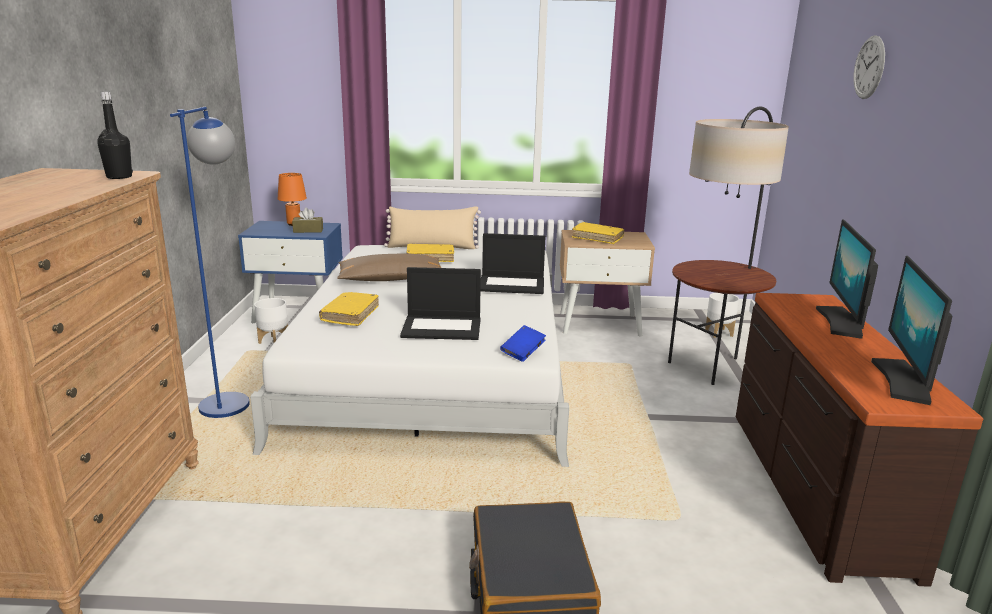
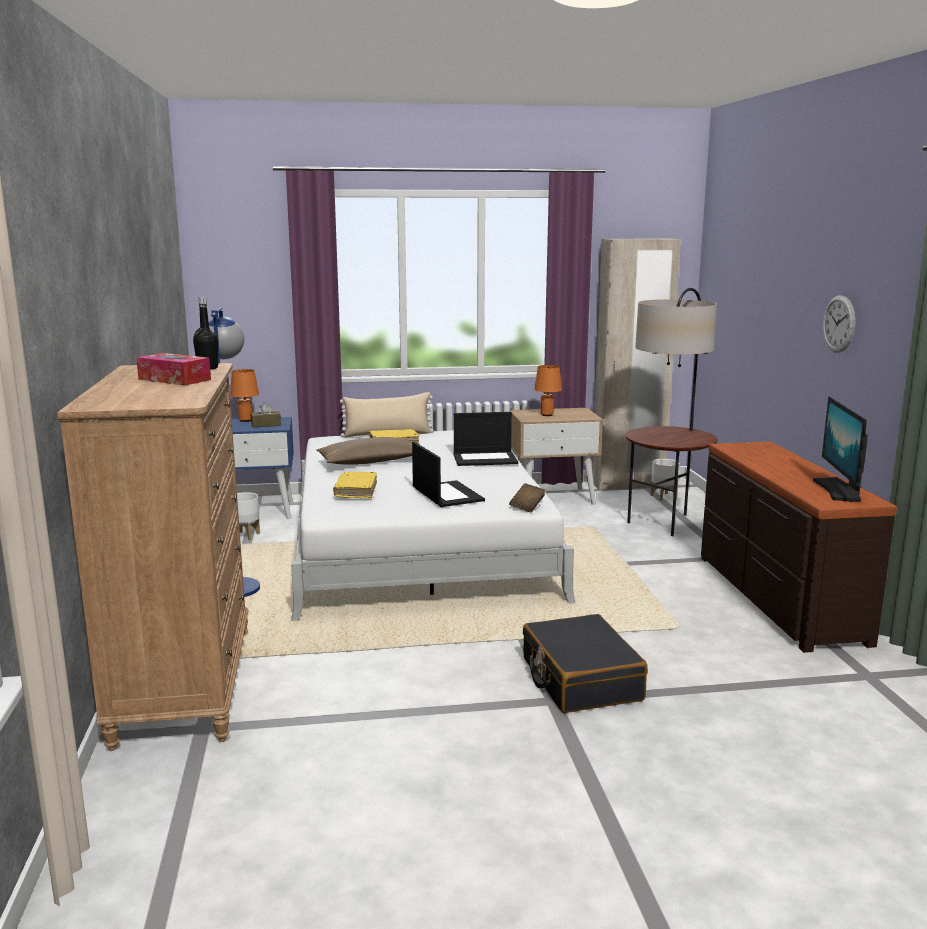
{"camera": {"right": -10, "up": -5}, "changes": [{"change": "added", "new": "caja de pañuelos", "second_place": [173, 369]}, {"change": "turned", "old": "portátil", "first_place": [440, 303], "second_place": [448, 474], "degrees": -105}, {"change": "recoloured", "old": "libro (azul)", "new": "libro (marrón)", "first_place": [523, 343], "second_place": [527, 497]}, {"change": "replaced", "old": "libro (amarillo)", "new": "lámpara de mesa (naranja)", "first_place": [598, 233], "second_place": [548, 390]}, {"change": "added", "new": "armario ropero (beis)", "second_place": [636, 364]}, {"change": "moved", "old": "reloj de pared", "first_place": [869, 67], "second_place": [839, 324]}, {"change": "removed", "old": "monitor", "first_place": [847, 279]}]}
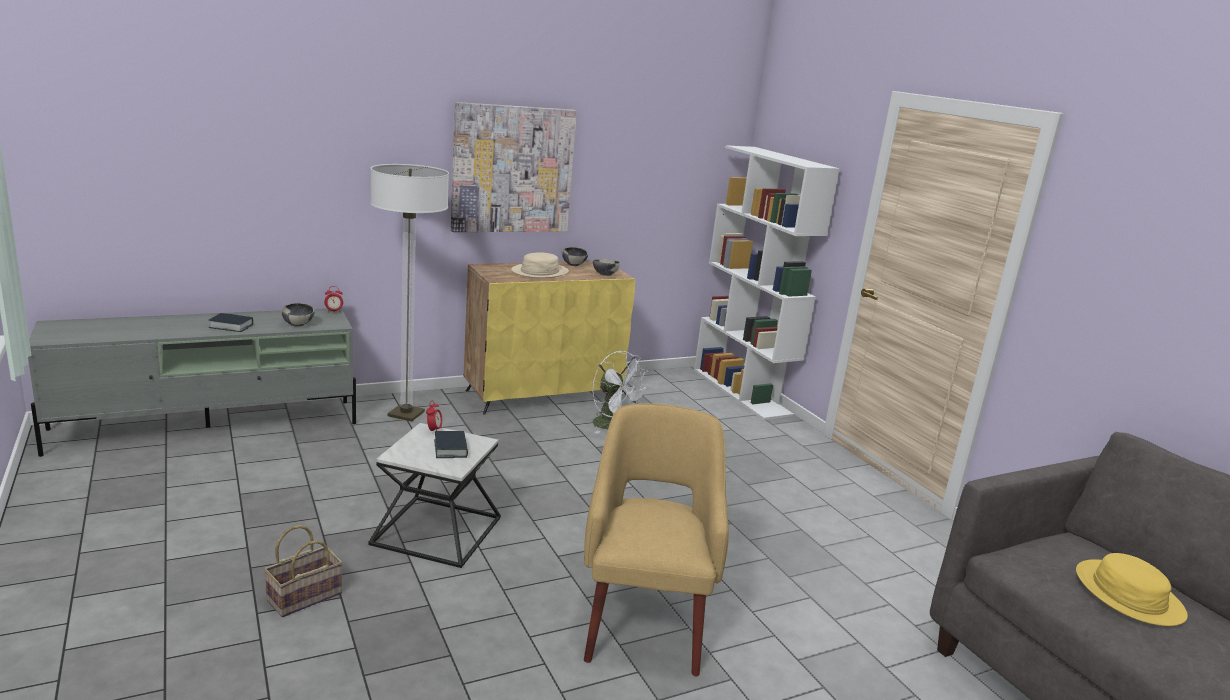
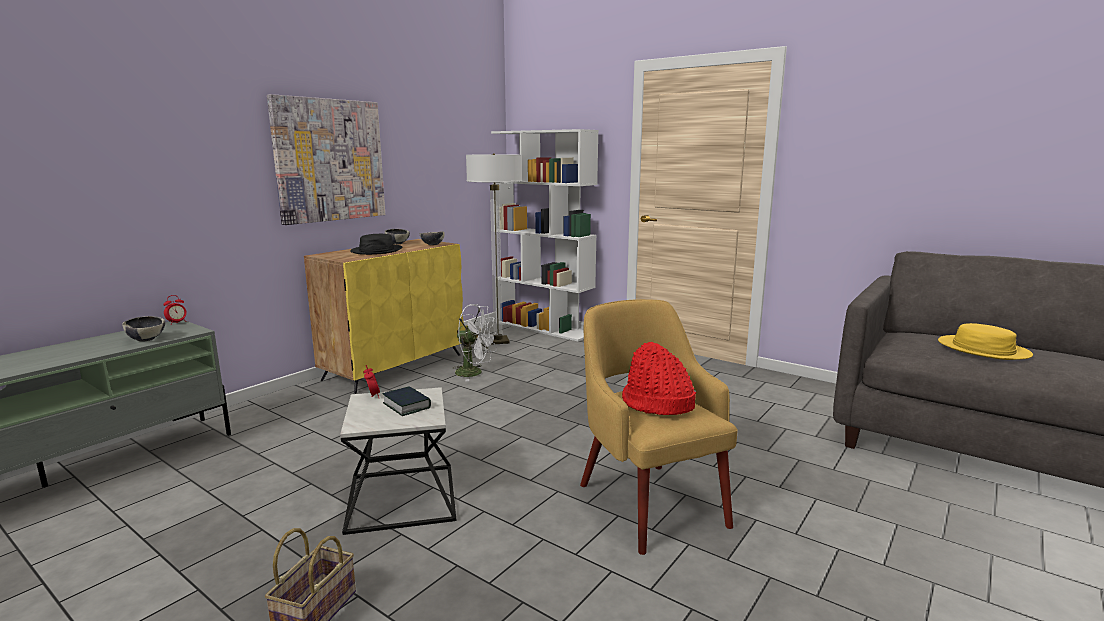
{"camera": {"right": -25, "up": -5}, "changes": [{"change": "recoloured", "old": "sombrero (beis)", "new": "sombrero (negro)", "first_place": [540, 265], "second_place": [376, 244]}, {"change": "moved", "old": "lámpara de pie", "first_place": [409, 293], "second_place": [494, 249]}, {"change": "added", "new": "sombrero (rojo)", "second_place": [659, 378]}, {"change": "removed", "old": "libro", "first_place": [231, 322]}]}
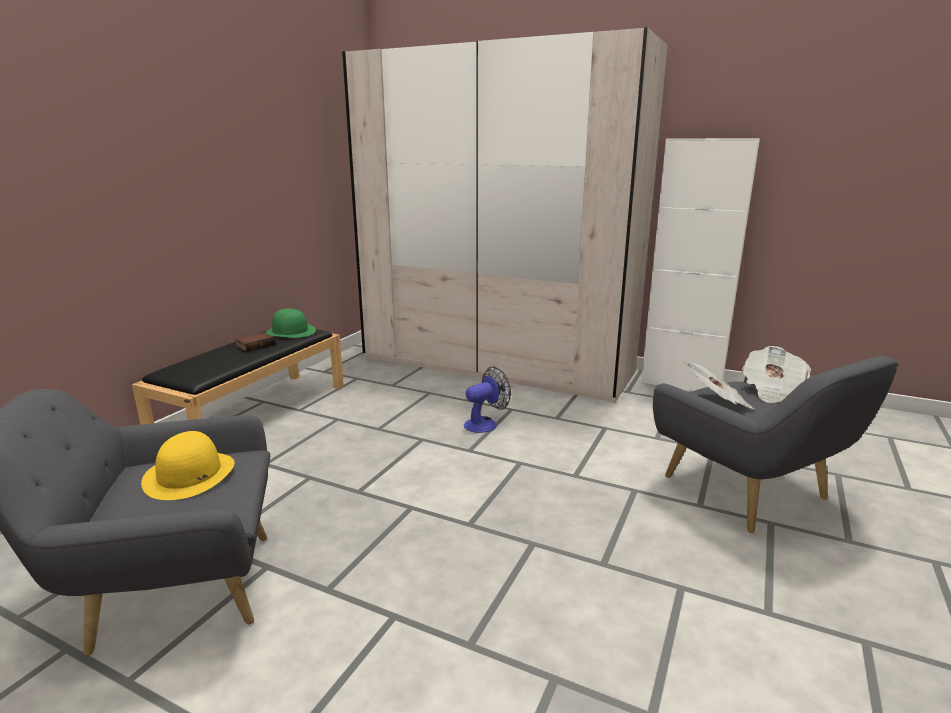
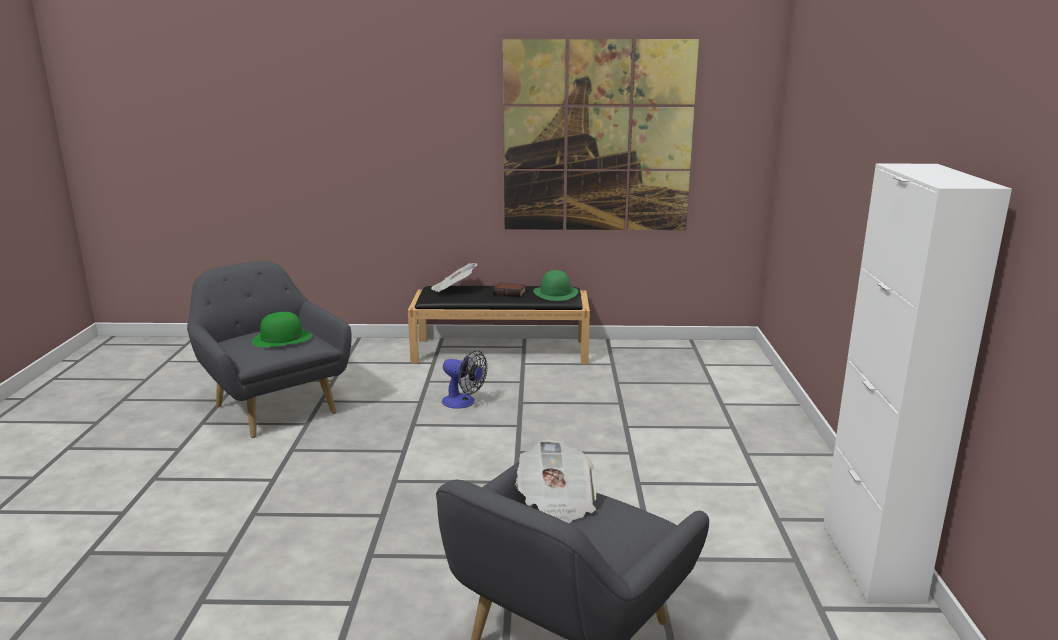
{"camera": {"right": 65, "up": 0}, "changes": [{"change": "recoloured", "old": "sombrero (amarillo)", "new": "sombrero (verde)", "first_place": [188, 465], "second_place": [282, 329]}, {"change": "moved", "old": "periódico", "first_place": [776, 374], "second_place": [454, 278]}, {"change": "moved", "old": "ventilador", "first_place": [487, 399], "second_place": [464, 379]}, {"change": "added", "new": "cuadro", "second_place": [601, 134]}, {"change": "removed", "old": "armario ropero (beis)", "first_place": [505, 215]}]}
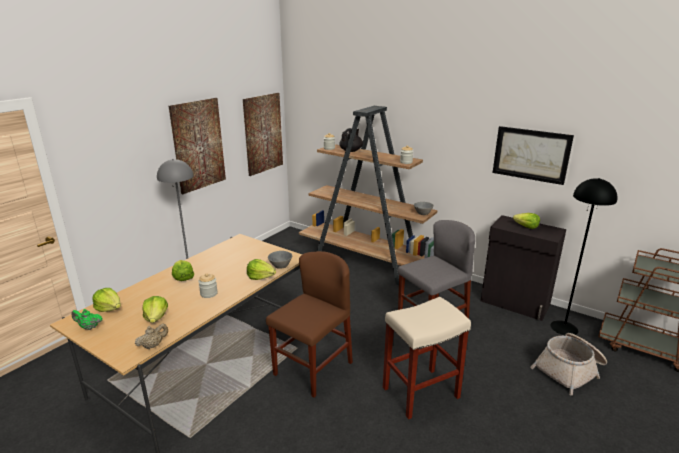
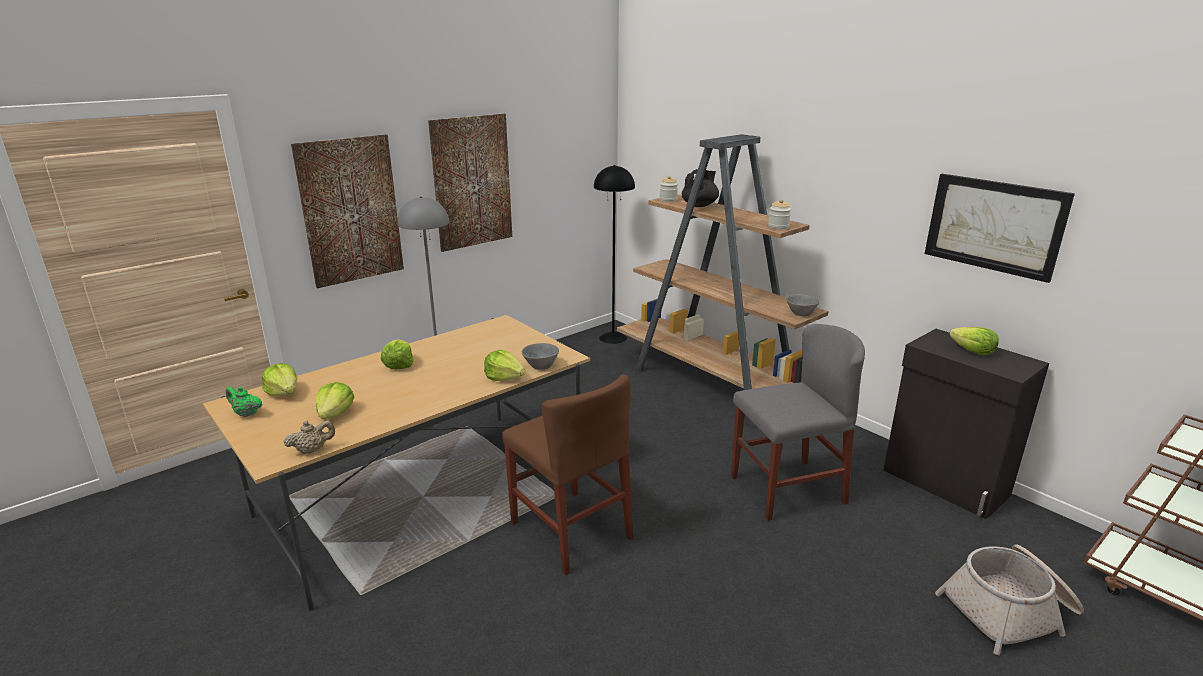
{"camera": {"right": 15, "up": 0}, "changes": [{"change": "moved", "old": "cuadro", "first_place": [263, 134], "second_place": [347, 211]}, {"change": "turned", "old": "silla (marrón)", "first_place": [309, 324], "second_place": [567, 474], "degrees": 90}, {"change": "moved", "old": "lámpara de pie (negro)", "first_place": [584, 256], "second_place": [614, 254]}, {"change": "removed", "old": "tarro", "first_place": [208, 285]}, {"change": "removed", "old": "taburete (beis)", "first_place": [427, 358]}]}
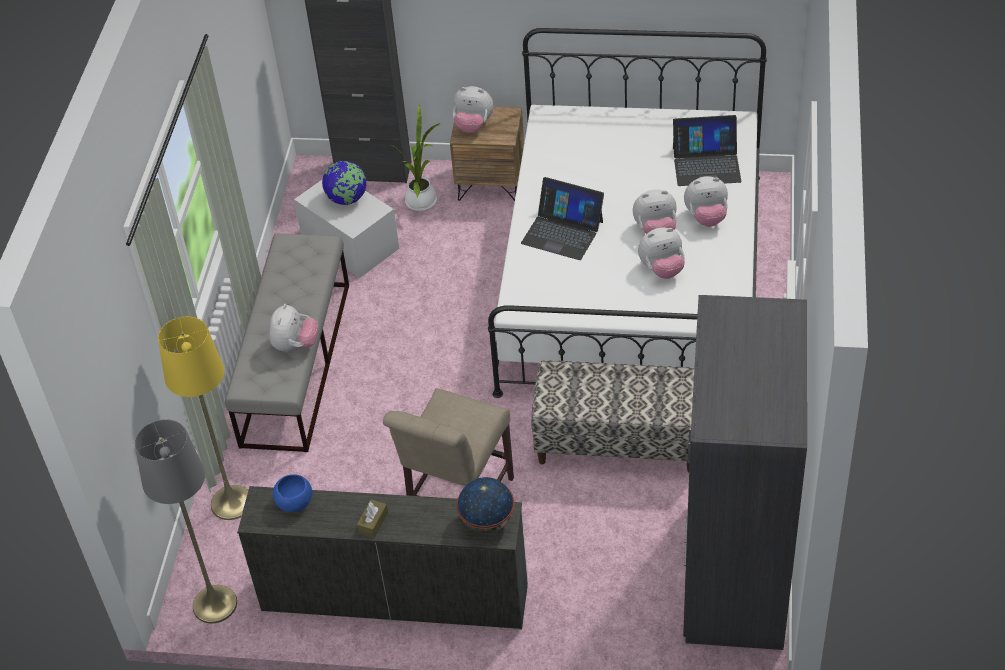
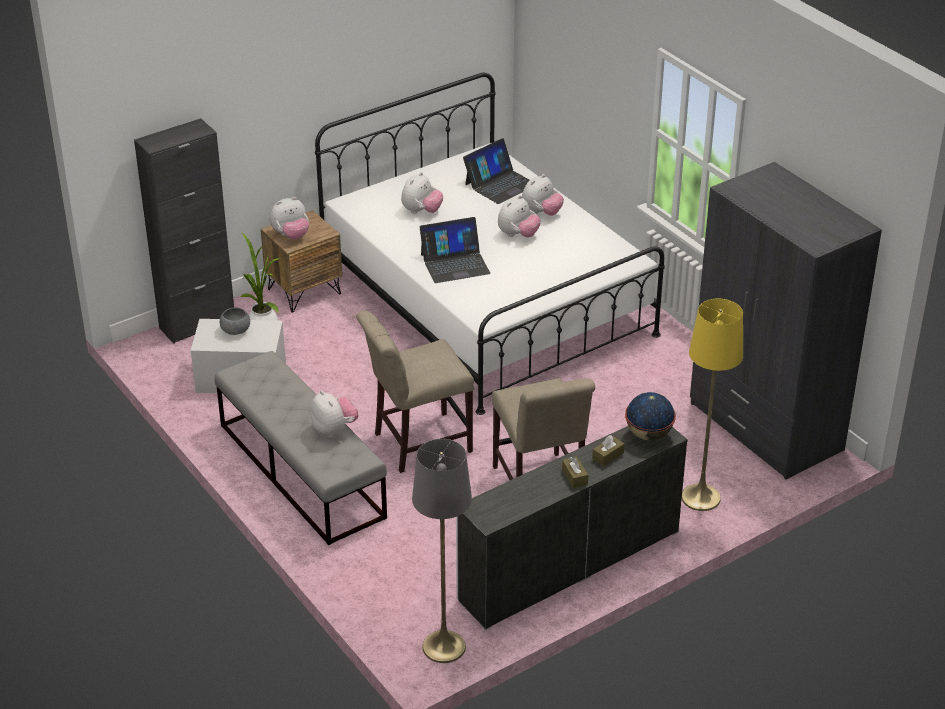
{"camera": {"right": -45, "up": -10}, "changes": [{"change": "replaced", "old": "globo terráqueo", "new": "cuenco (gris)", "first_place": [344, 183], "second_place": [235, 321]}, {"change": "added", "new": "silla (beis)", "second_place": [415, 392]}, {"change": "moved", "old": "peluche", "first_place": [661, 253], "second_place": [422, 193]}, {"change": "added", "new": "caja de pañuelos (marrón)", "second_place": [608, 450]}, {"change": "moved", "old": "lámpara de pie (amarillo)", "first_place": [203, 418], "second_place": [712, 404]}, {"change": "removed", "old": "cuenco (azul)", "first_place": [292, 493]}, {"change": "removed", "old": "banco", "first_place": [612, 416]}]}
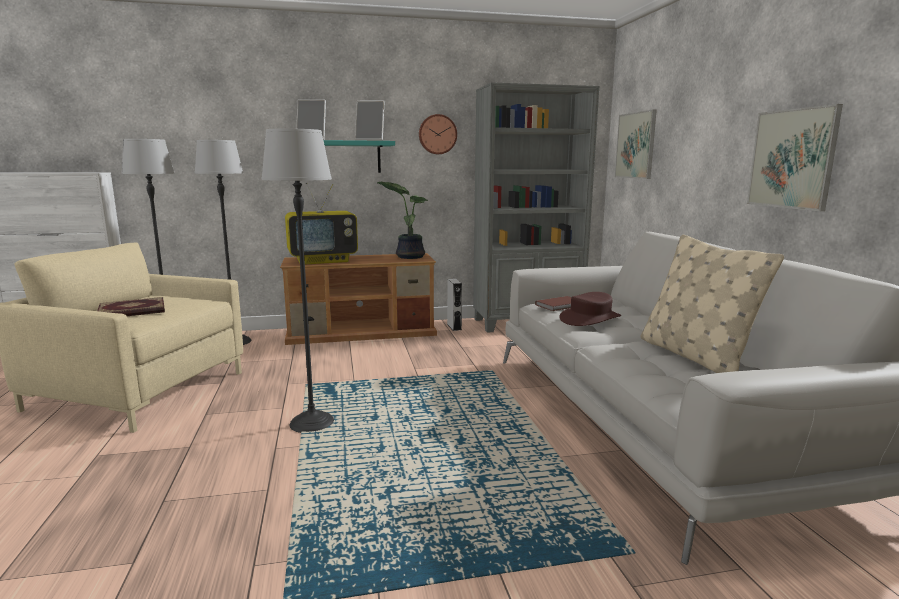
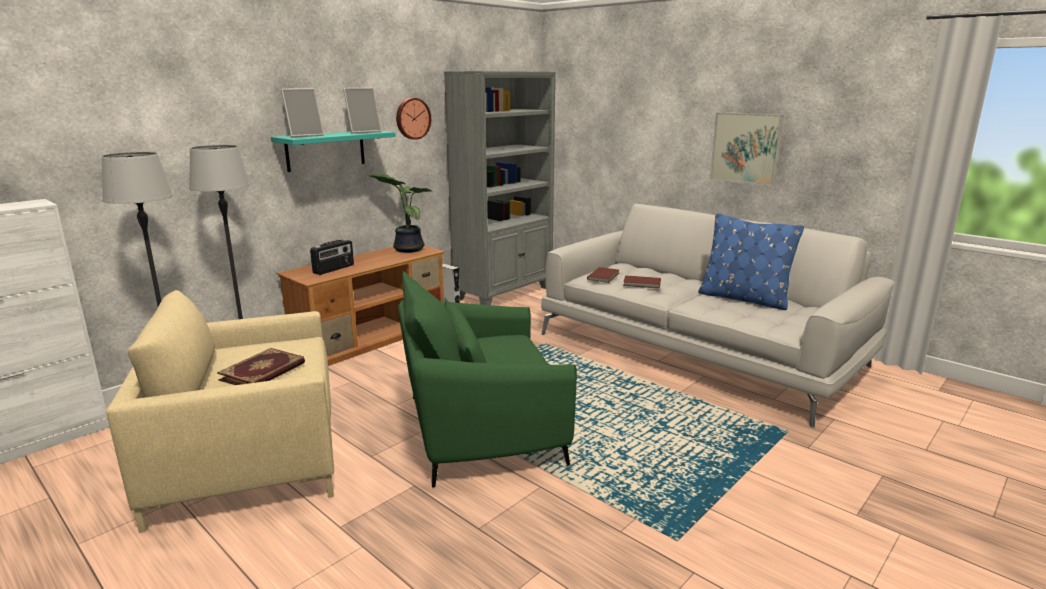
{"camera": {"right": -35, "up": 5}, "changes": [{"change": "replaced", "old": "televisor", "new": "radio", "first_place": [321, 223], "second_place": [332, 257]}, {"change": "replaced", "old": "lámpara de pie", "new": "sillón (verde)", "first_place": [297, 280], "second_place": [487, 379]}, {"change": "replaced", "old": "sombrero (marrón)", "new": "libro (marrón)", "first_place": [590, 309], "second_place": [642, 282]}, {"change": "recoloured", "old": "cojín (beis)", "new": "cojín (azul)", "first_place": [712, 304], "second_place": [751, 261]}, {"change": "removed", "old": "cuadro", "first_place": [636, 144]}]}
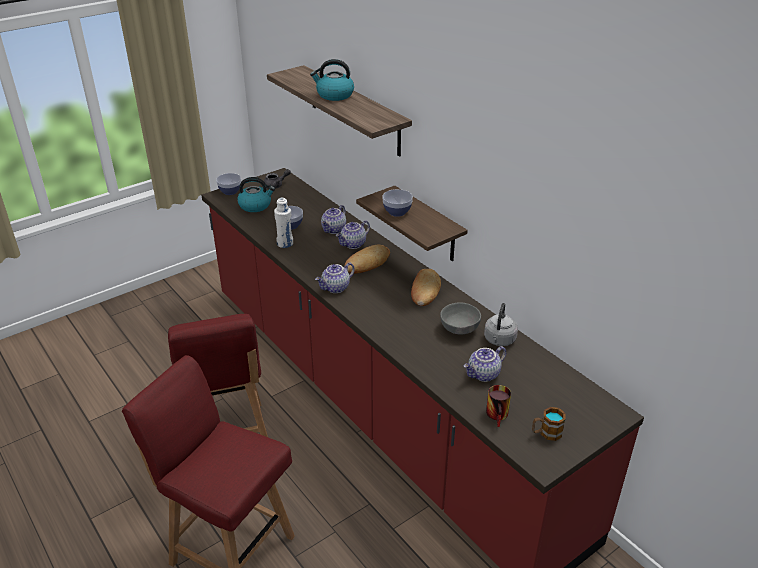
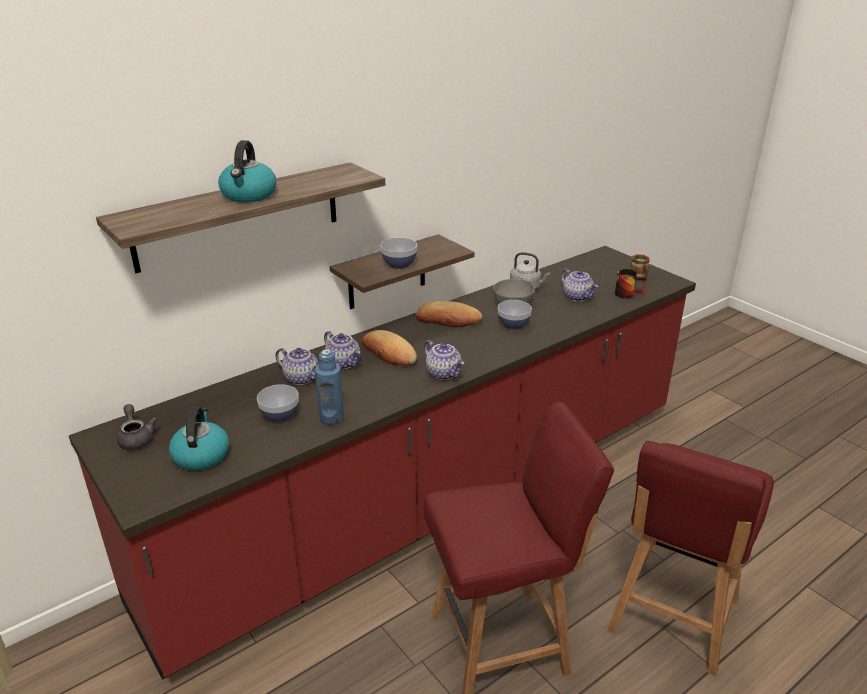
{"camera": {"right": -90, "up": -5}, "changes": [{"change": "recoloured", "old": "botella (blanco)", "new": "botella (azul)", "first_place": [283, 223], "second_place": [329, 387]}, {"change": "moved", "old": "cuenco", "first_place": [228, 184], "second_place": [515, 315]}]}
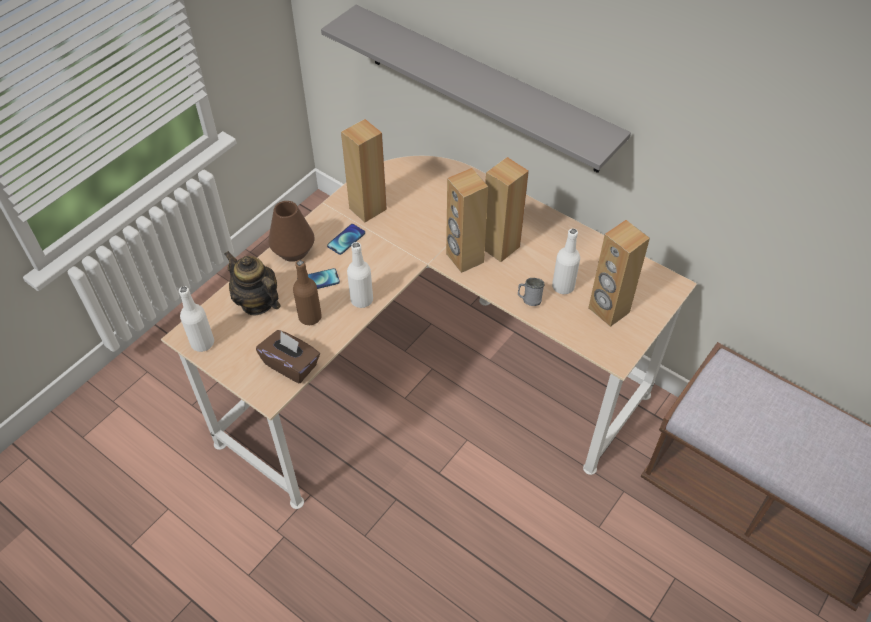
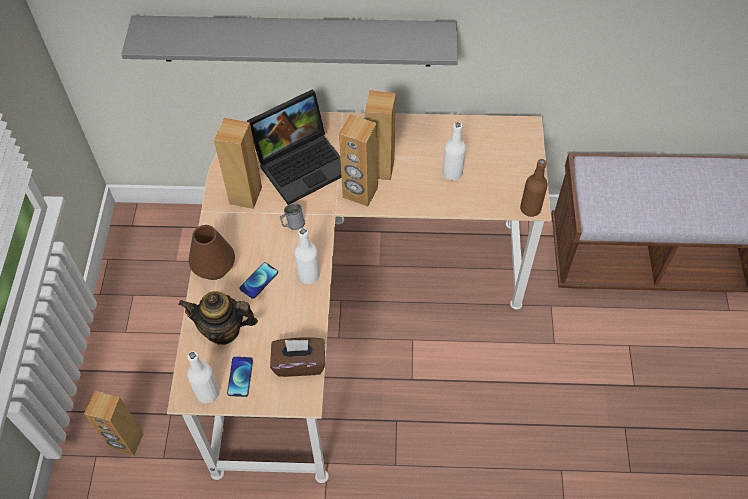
{"camera": {"right": -35, "up": 5}, "changes": [{"change": "moved", "old": "altavoz (marrón)", "first_place": [619, 273], "second_place": [113, 423]}, {"change": "moved", "old": "móvil", "first_place": [346, 239], "second_place": [240, 377]}, {"change": "added", "new": "portátil", "second_place": [294, 147]}, {"change": "moved", "old": "taza grande (gris)", "first_place": [531, 292], "second_place": [292, 216]}, {"change": "moved", "old": "botella (marrón)", "first_place": [307, 292], "second_place": [534, 188]}]}
